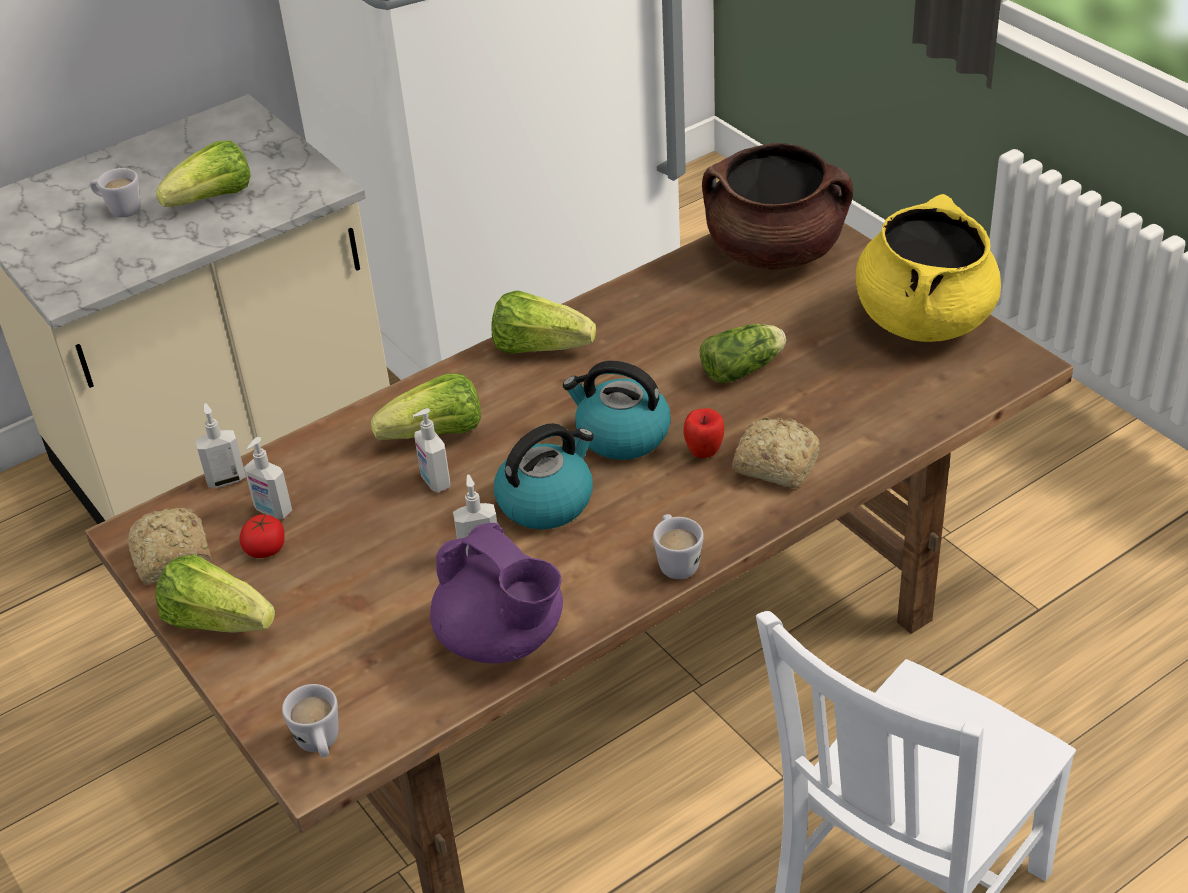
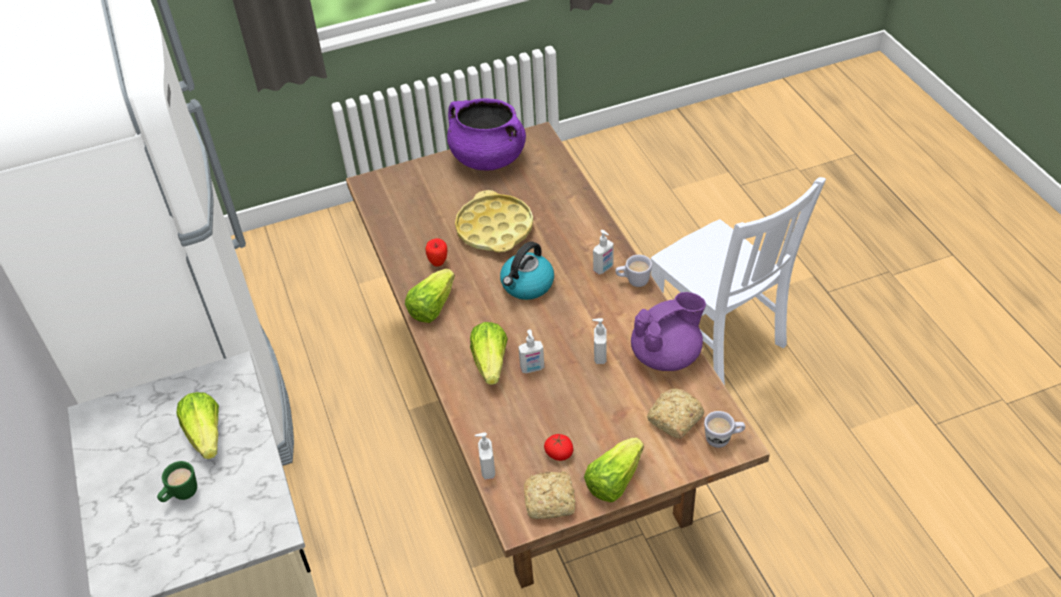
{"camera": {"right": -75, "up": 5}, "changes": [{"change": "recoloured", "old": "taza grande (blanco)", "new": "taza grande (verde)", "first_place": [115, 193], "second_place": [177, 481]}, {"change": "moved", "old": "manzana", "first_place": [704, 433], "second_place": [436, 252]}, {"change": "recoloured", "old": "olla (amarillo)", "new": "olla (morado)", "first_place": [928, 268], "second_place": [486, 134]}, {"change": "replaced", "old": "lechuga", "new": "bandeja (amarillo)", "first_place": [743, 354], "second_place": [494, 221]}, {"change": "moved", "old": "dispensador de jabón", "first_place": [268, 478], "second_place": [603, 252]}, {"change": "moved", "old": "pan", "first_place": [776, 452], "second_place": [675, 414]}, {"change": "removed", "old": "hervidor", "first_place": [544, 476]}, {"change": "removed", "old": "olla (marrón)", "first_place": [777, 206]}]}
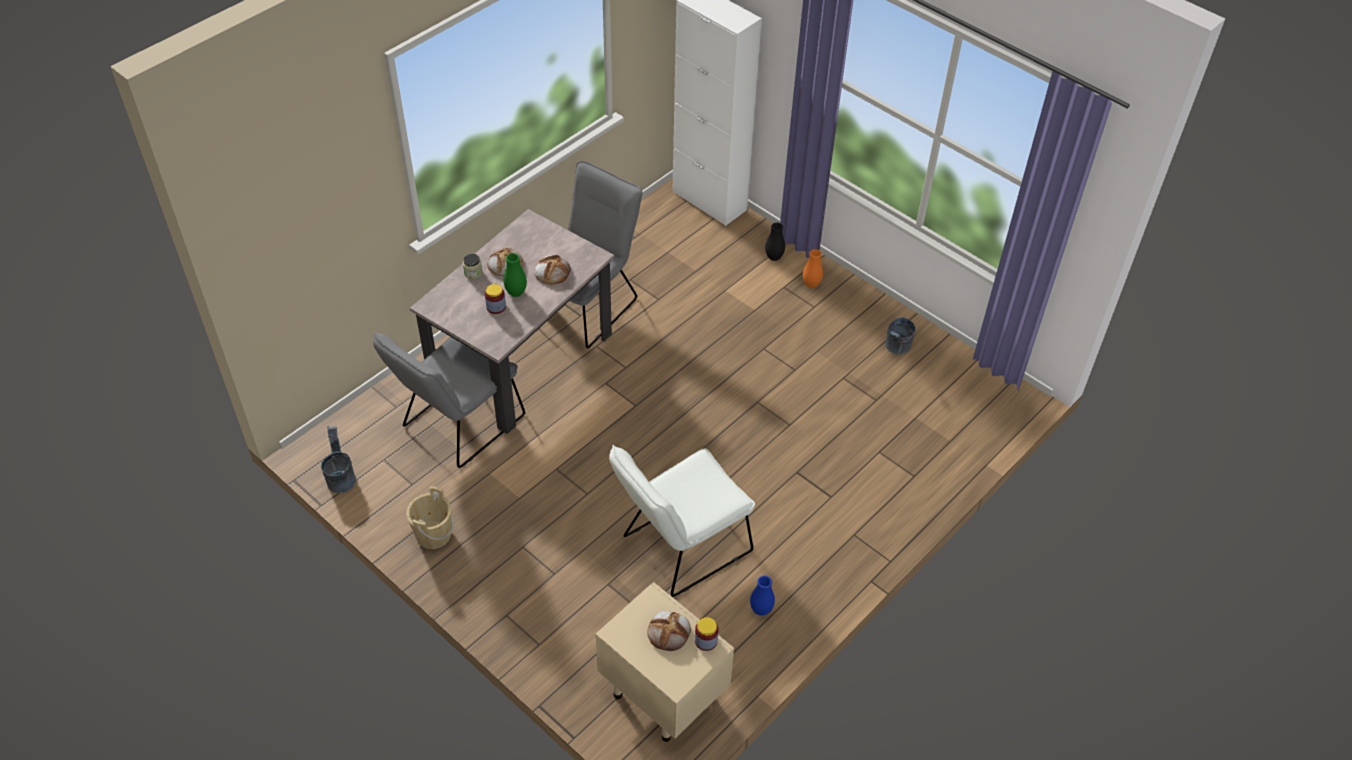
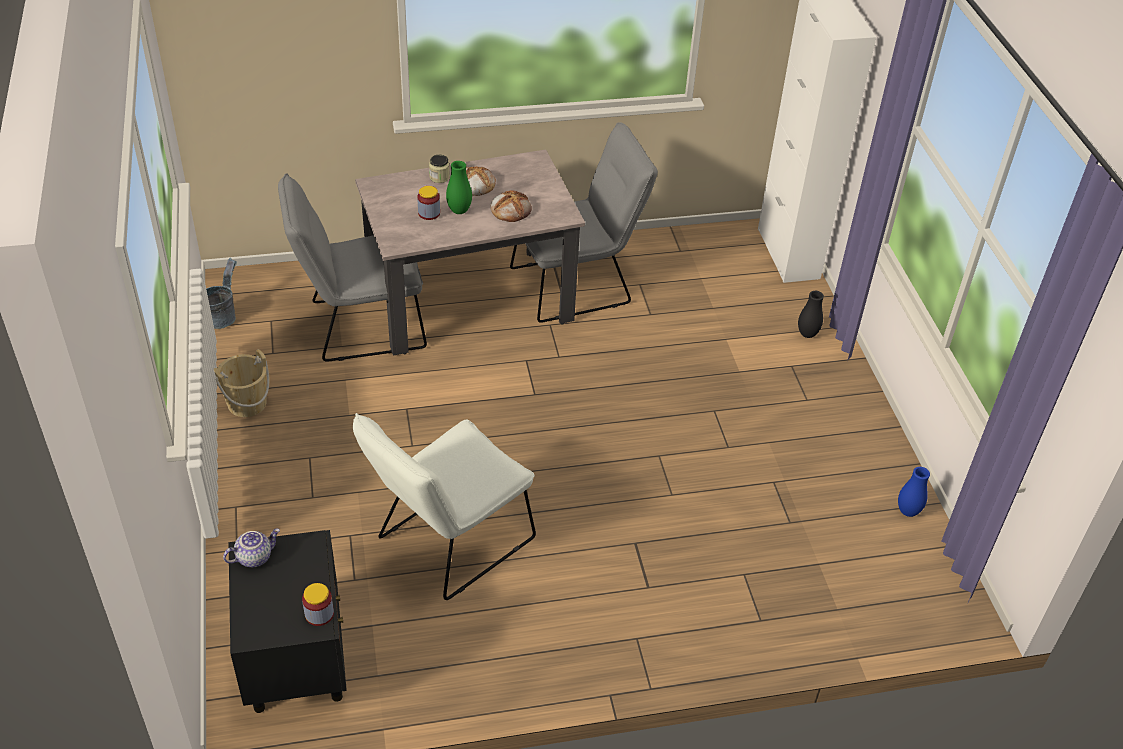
{"camera": {"right": 35, "up": -5}, "changes": [{"change": "added", "new": "tetera", "second_place": [251, 548]}, {"change": "recoloured", "old": "mesita de noche (beis)", "new": "mesita de noche (negro)", "first_place": [664, 662], "second_place": [287, 621]}, {"change": "turned", "old": "silla (blanco)", "first_place": [682, 521], "second_place": [444, 506], "degrees": -45}, {"change": "moved", "old": "florero (azul)", "first_place": [762, 596], "second_place": [914, 492]}, {"change": "removed", "old": "pan", "first_place": [669, 631]}, {"change": "removed", "old": "florero (naranja)", "first_place": [813, 268]}, {"change": "removed", "old": "cubo (gris)", "first_place": [900, 336]}]}
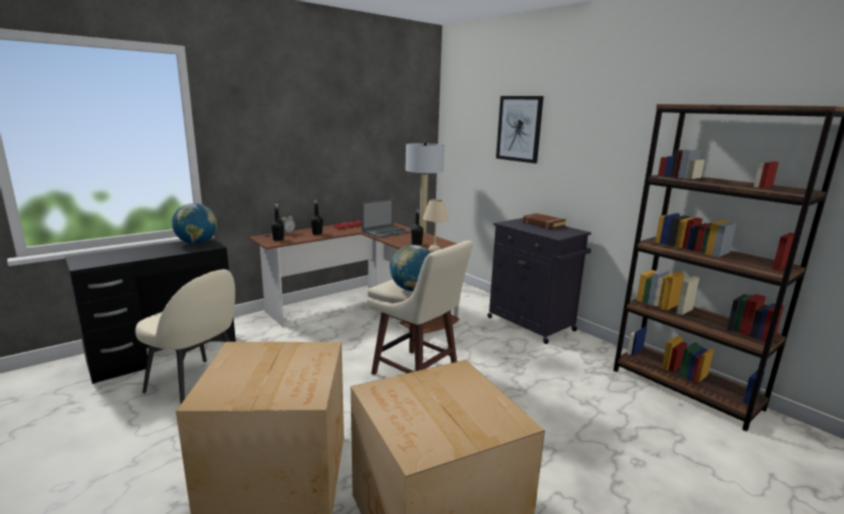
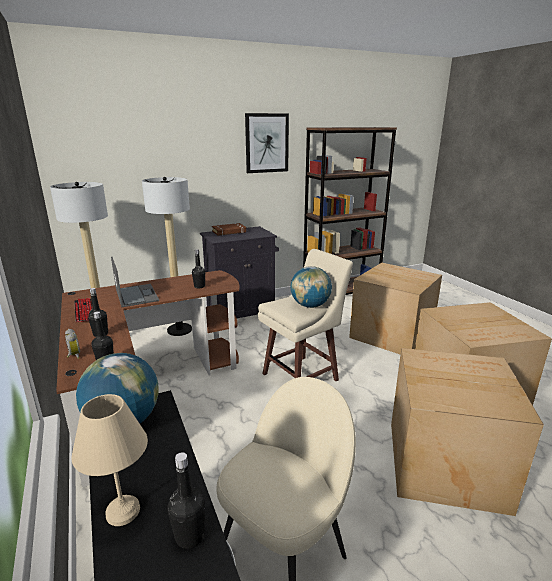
{"camera": {"right": -75, "up": 5}, "changes": [{"change": "moved", "old": "lámpara de mesa (beis)", "first_place": [436, 225], "second_place": [110, 460]}, {"change": "added", "new": "lámpara de pie", "second_place": [167, 256]}, {"change": "added", "new": "botella (negro)", "second_place": [186, 500]}, {"change": "moved", "old": "cuadro", "first_place": [520, 129], "second_place": [267, 143]}, {"change": "added", "new": "caja de cartón", "second_place": [395, 308]}]}
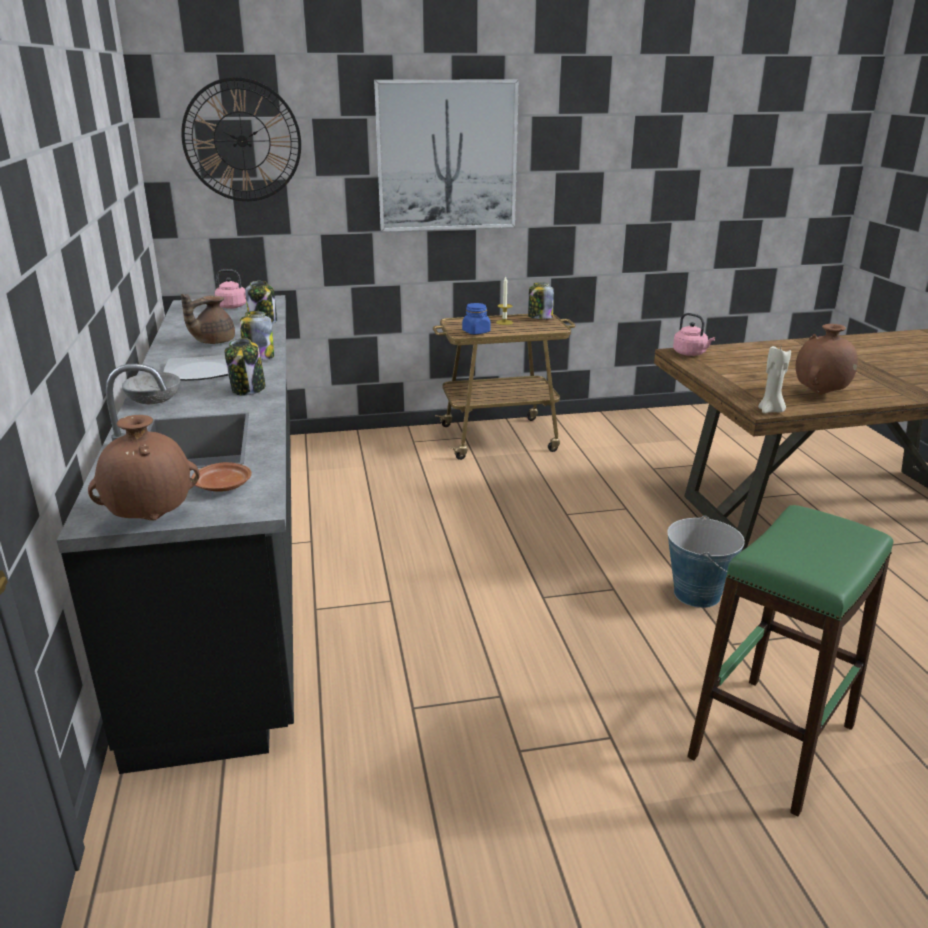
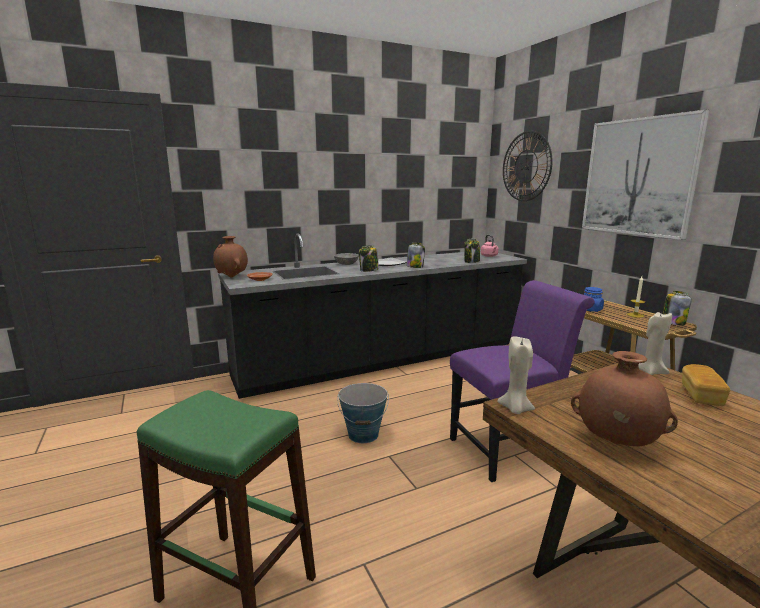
{"camera": {"right": 75, "up": -10}, "changes": [{"change": "moved", "old": "cubo", "first_place": [706, 562], "second_place": [363, 413]}, {"change": "added", "new": "silla (morado)", "second_place": [522, 381]}, {"change": "replaced", "old": "hervidor (rosa)", "new": "vela (beis)", "first_place": [694, 334], "second_place": [655, 343]}, {"change": "added", "new": "pan", "second_place": [706, 385]}, {"change": "removed", "old": "tetera (marrón)", "first_place": [208, 319]}]}
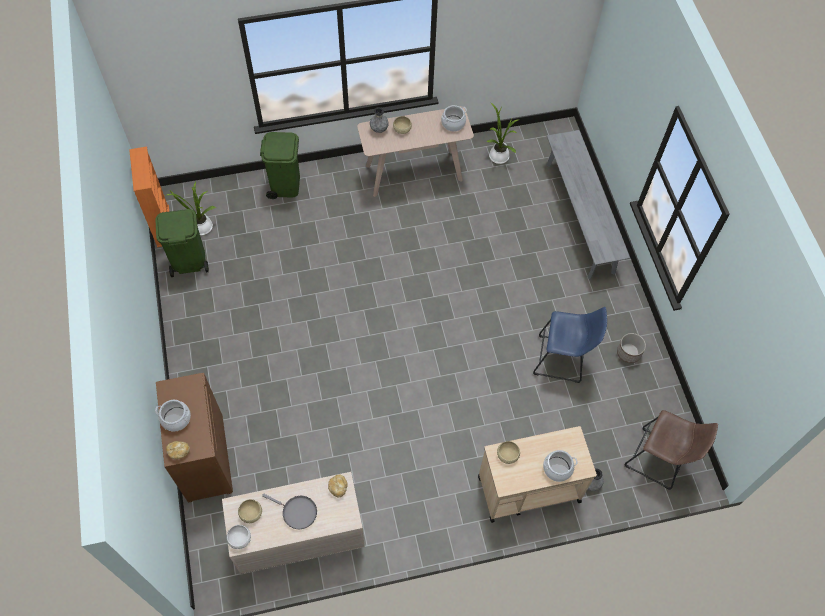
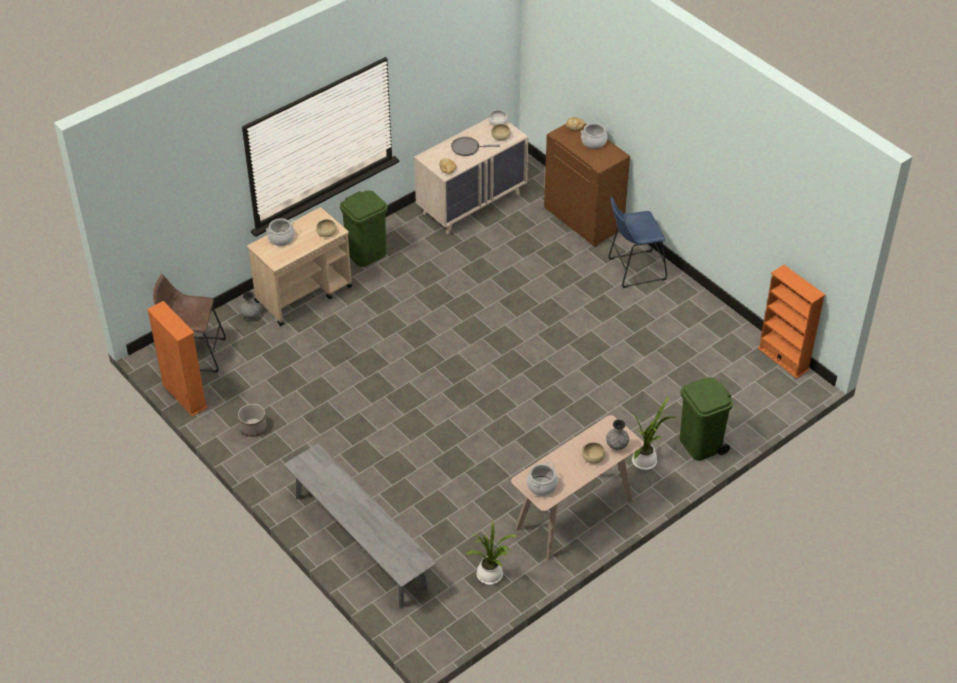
{"camera": {"right": 155, "up": -15}, "changes": [{"change": "added", "new": "estantería (naranja)", "second_place": [177, 358]}, {"change": "moved", "old": "papelera (verde)", "first_place": [182, 243], "second_place": [364, 228]}, {"change": "moved", "old": "taburete (azul)", "first_place": [570, 345], "second_place": [638, 242]}, {"change": "moved", "old": "planta en maceta", "first_place": [191, 208], "second_place": [654, 433]}]}
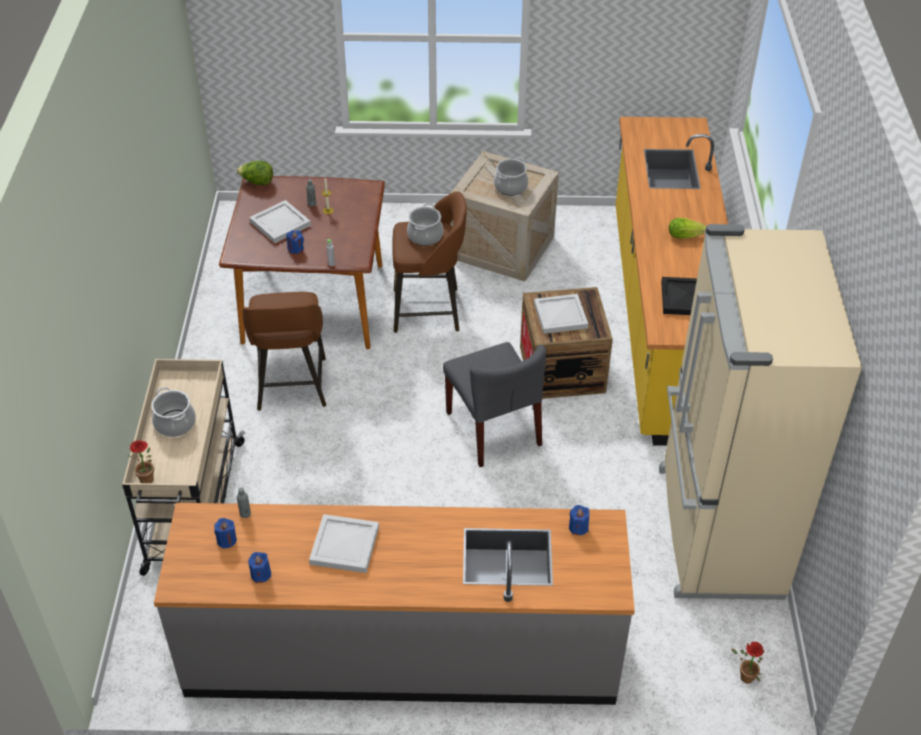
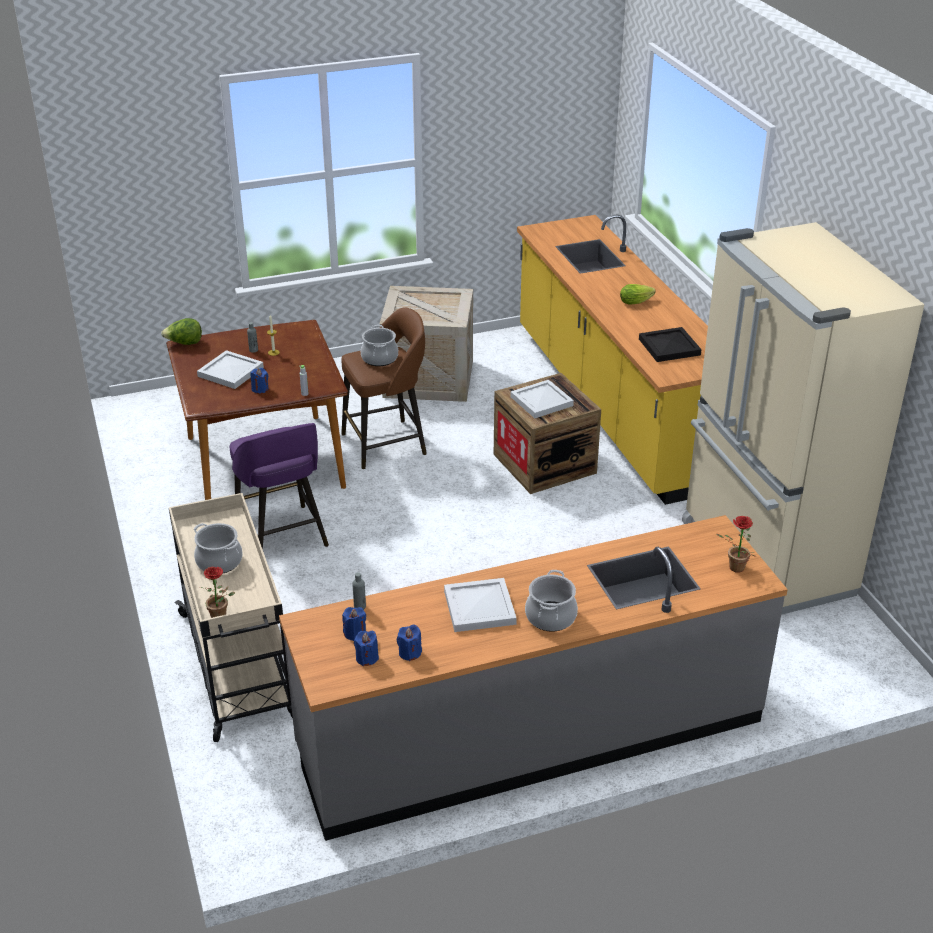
{"camera": {"right": -20, "up": -10}, "changes": [{"change": "recoloured", "old": "taburete (marrón)", "new": "taburete (morado)", "first_place": [284, 351], "second_place": [279, 486]}, {"change": "moved", "old": "vela (azul)", "first_place": [579, 520], "second_place": [366, 648]}, {"change": "moved", "old": "olla", "first_place": [511, 176], "second_place": [551, 601]}, {"change": "moved", "old": "planta en maceta", "first_place": [747, 662], "second_place": [736, 544]}, {"change": "removed", "old": "silla (gris)", "first_place": [494, 404]}]}
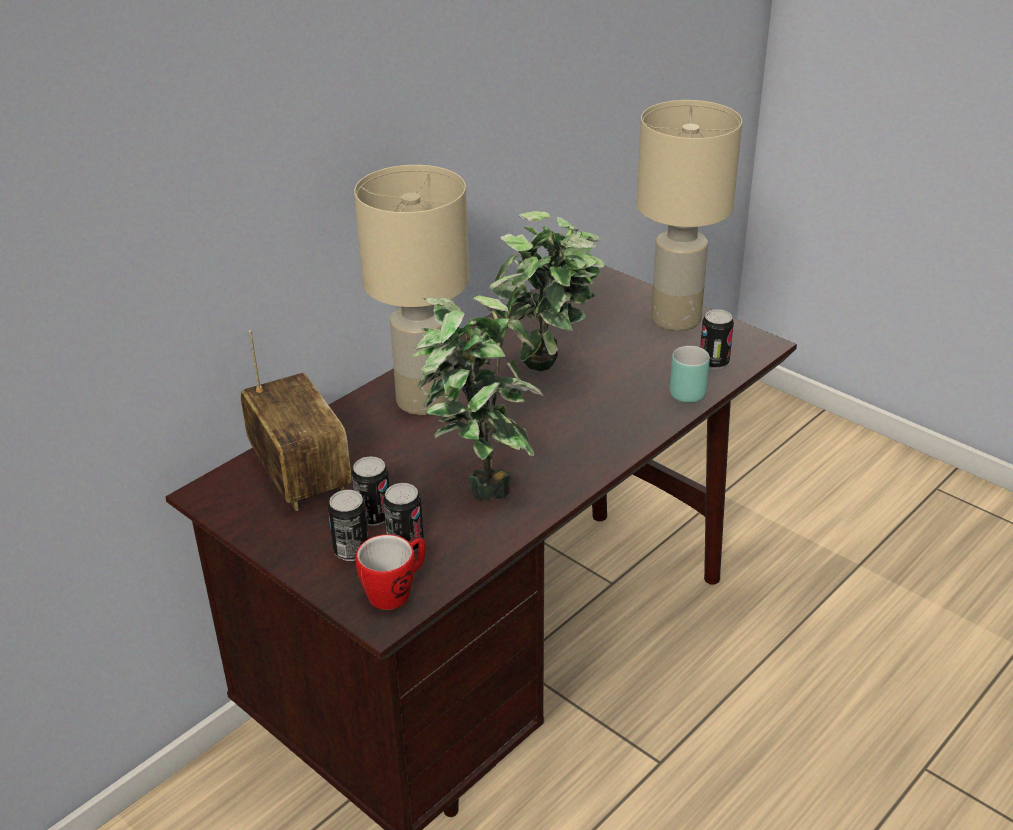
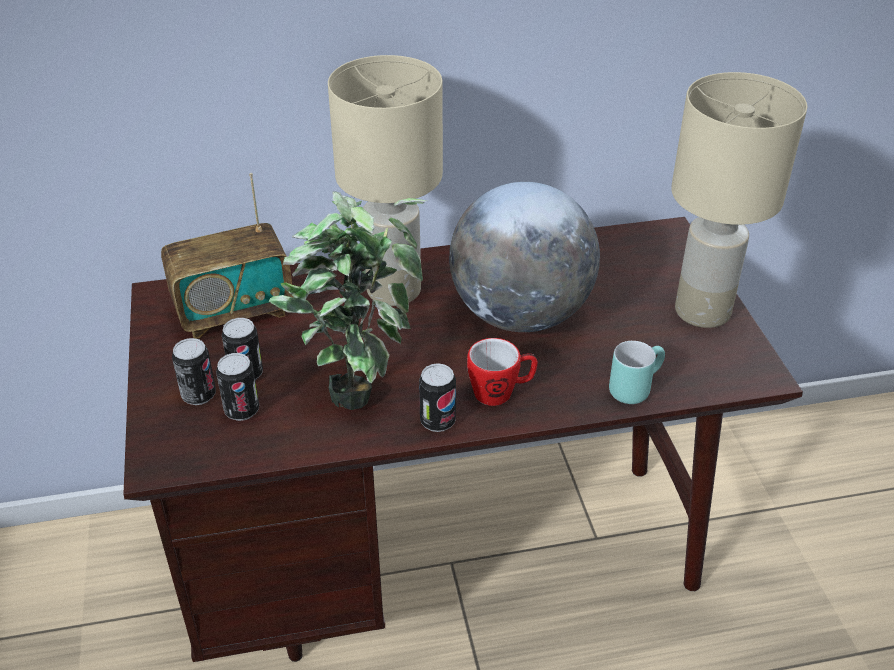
{"camera": {"right": 35, "up": 5}, "changes": [{"change": "turned", "old": "radio", "first_place": [296, 420], "second_place": [227, 256], "degrees": 60}, {"change": "moved", "old": "lata", "first_place": [717, 339], "second_place": [437, 397]}, {"change": "replaced", "old": "planta en maceta", "new": "globo terráqueo", "first_place": [548, 291], "second_place": [524, 257]}, {"change": "moved", "old": "taza grande", "first_place": [390, 572], "second_place": [502, 372]}]}
